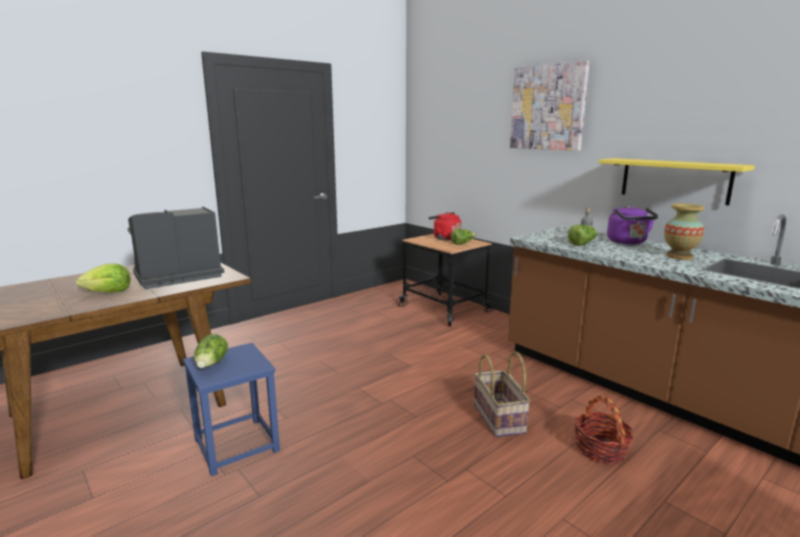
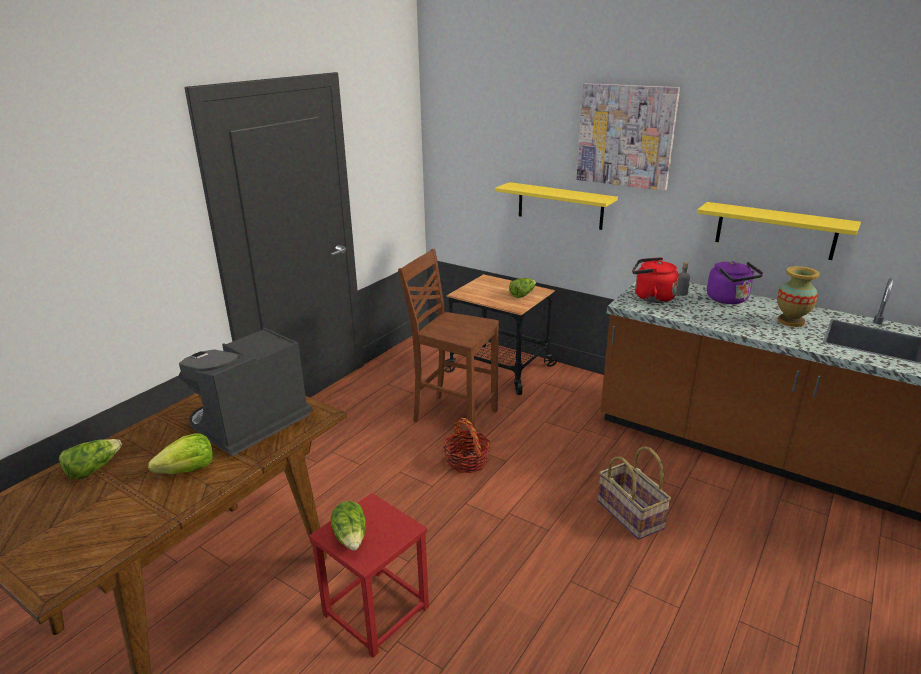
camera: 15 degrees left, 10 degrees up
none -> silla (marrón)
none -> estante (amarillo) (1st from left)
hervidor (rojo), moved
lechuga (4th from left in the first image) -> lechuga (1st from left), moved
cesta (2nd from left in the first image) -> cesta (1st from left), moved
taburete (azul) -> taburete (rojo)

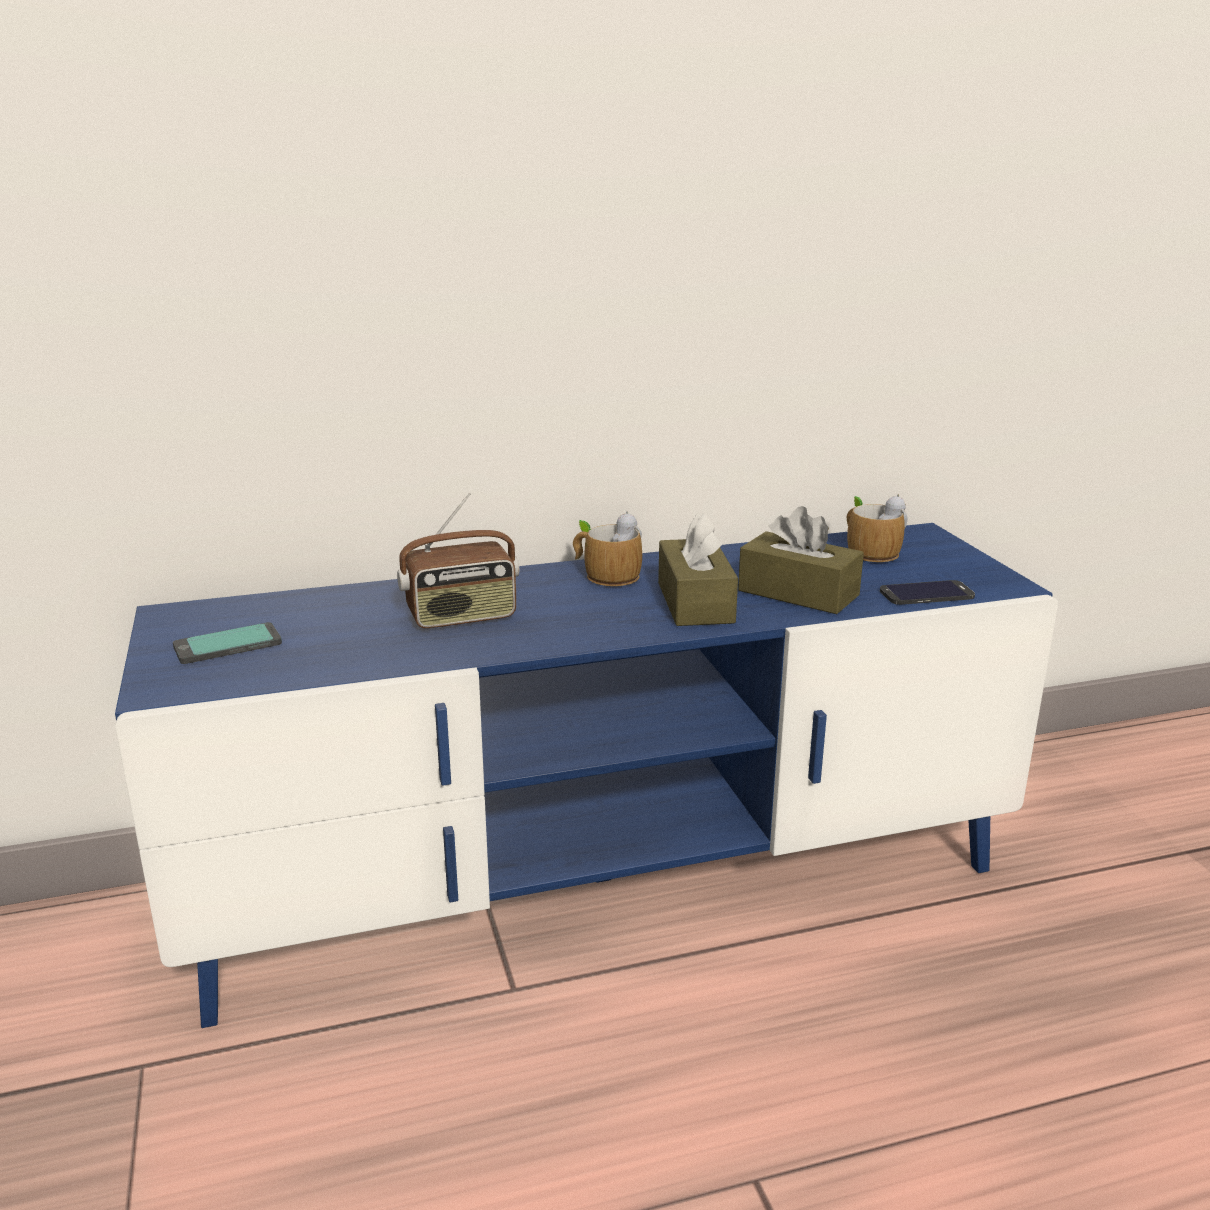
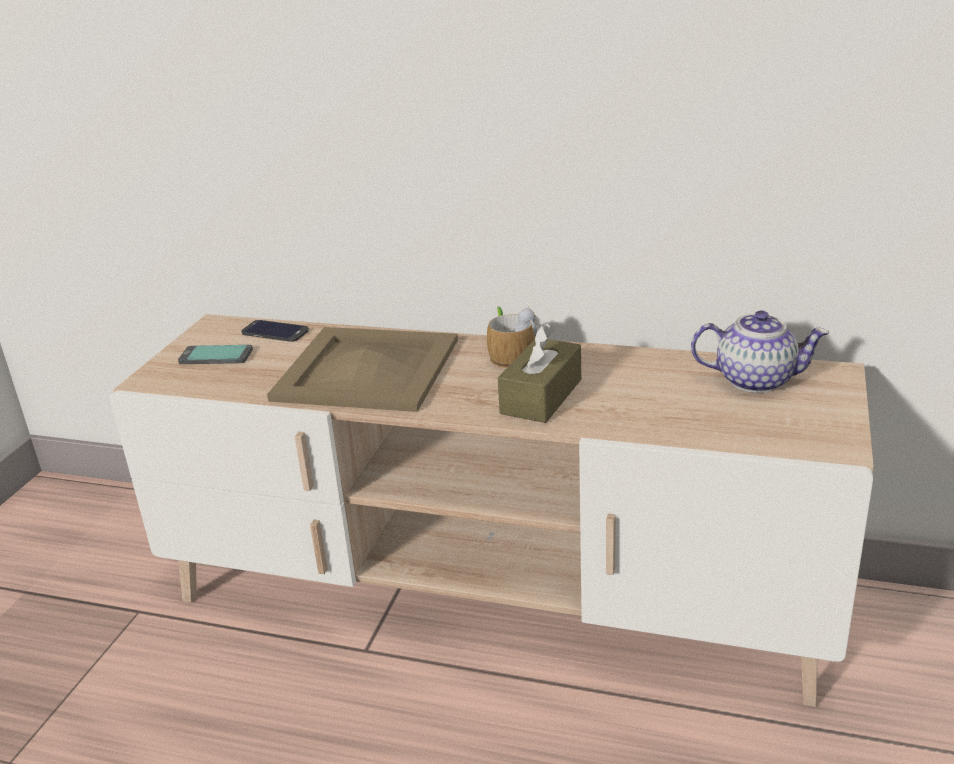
camera: 35 degrees right, 5 degrees up
caja de pañuelos (marrón) (2nd from left) -> none
móvil (2nd from left), moved
radio -> bandeja (beis)
taza grande (2nd from left) -> tetera
mueble de televisión (azul) -> mueble de televisión (beis)

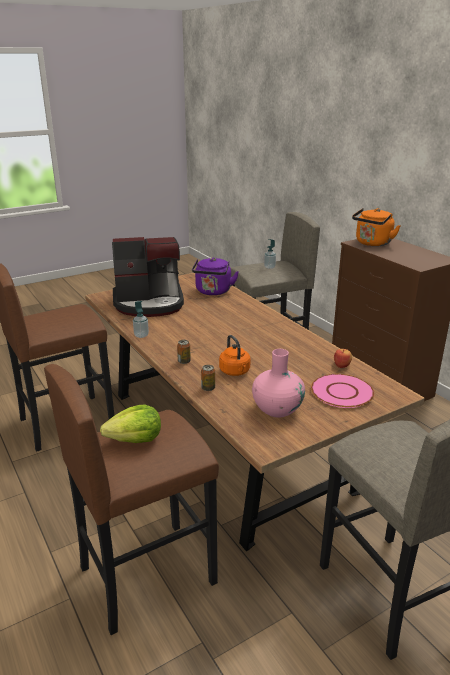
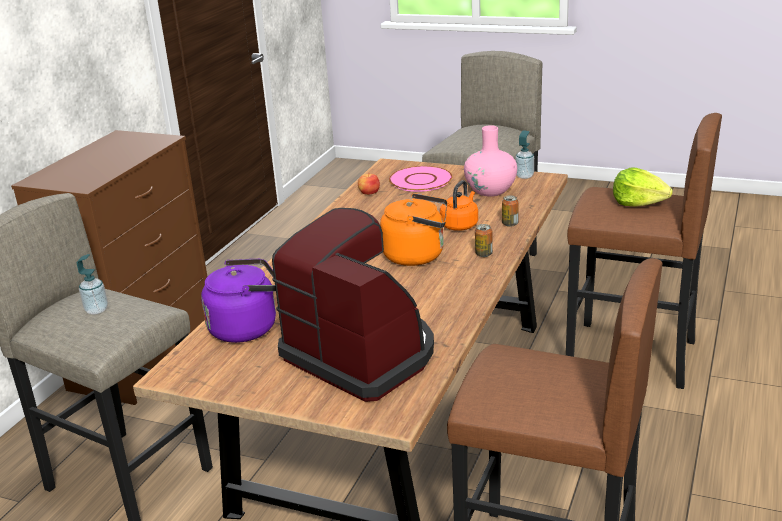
camera: 125 degrees left, 0 degrees up
dispensador de jabón (1st from left in the first image) -> dispensador de jabón (2nd from left), moved
hervidor (naranja) (2nd from left in the first image) -> hervidor (naranja) (1st from left), moved

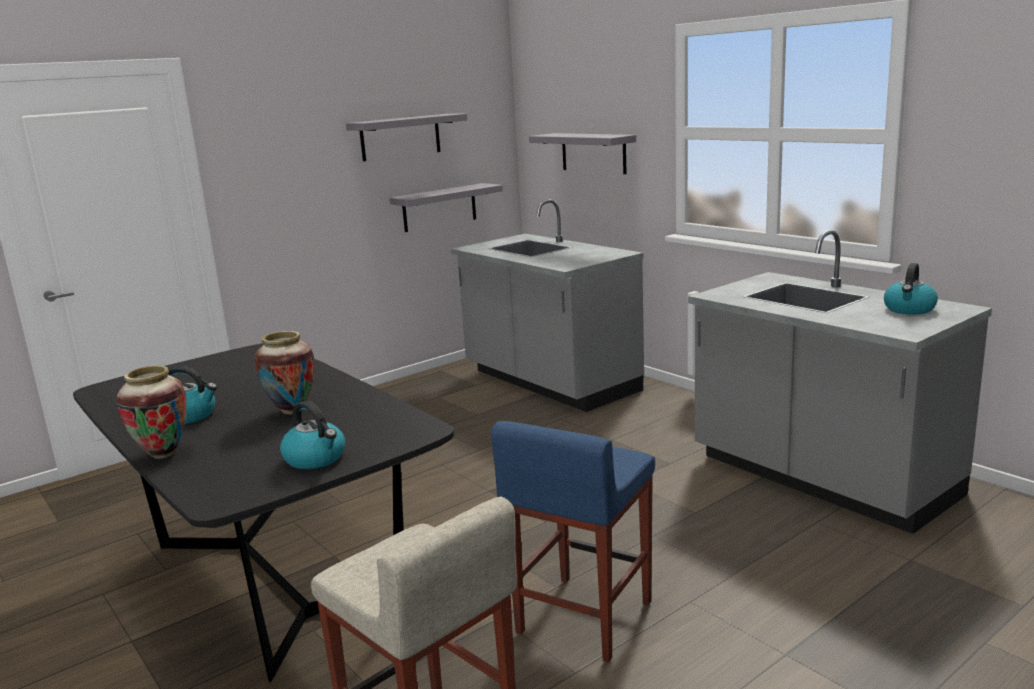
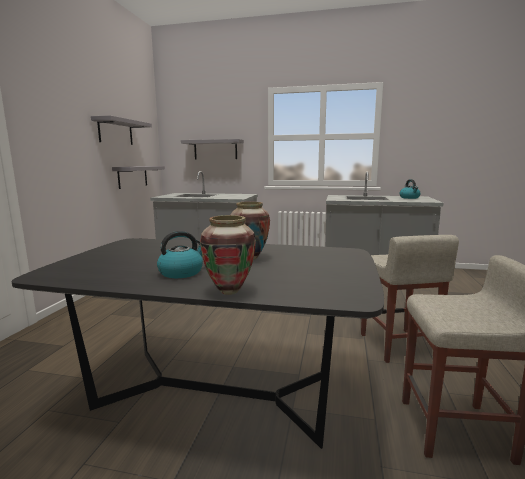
camera: 40 degrees left, 5 degrees down
hervidor (2nd from left) -> none
taburete (azul) -> taburete (beis) (1st from left)

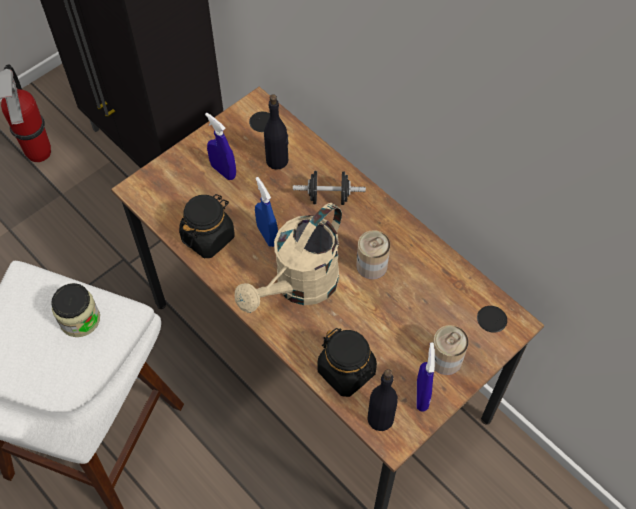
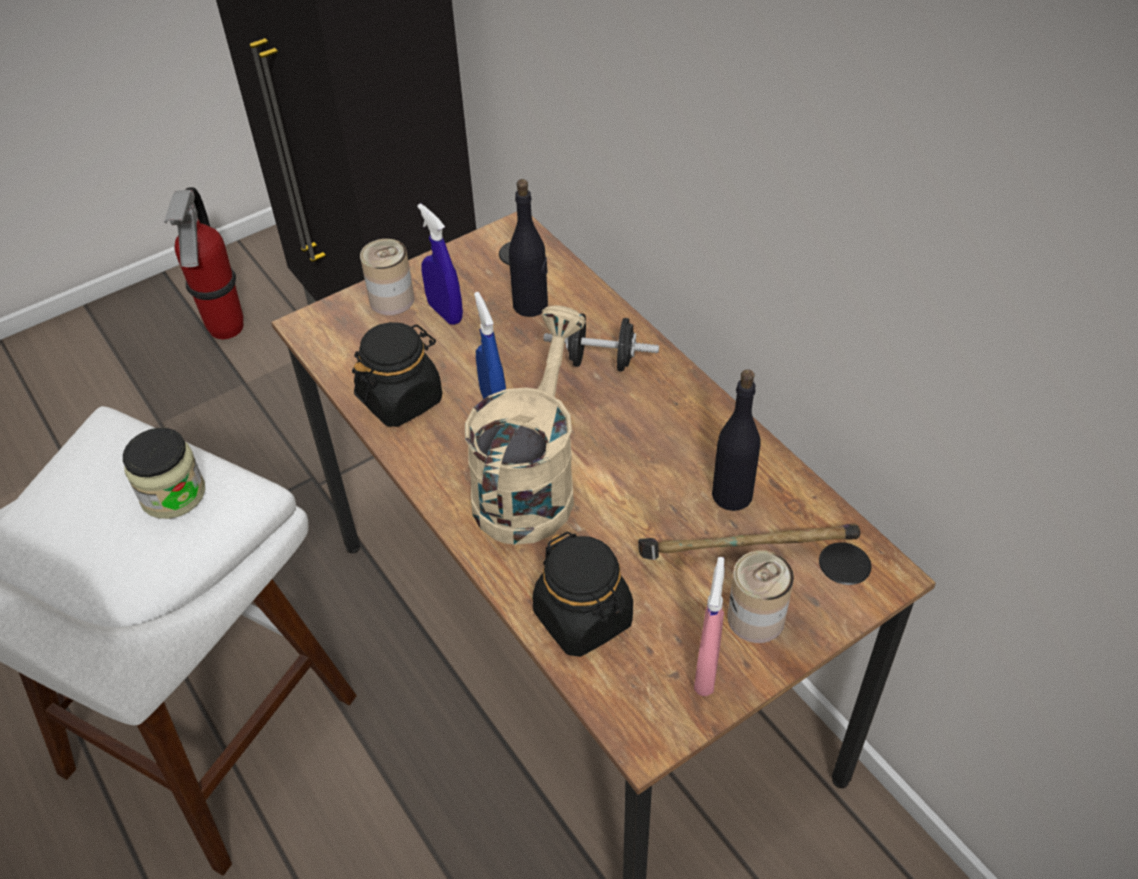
camera: 10 degrees right, 10 degrees down
none -> martillo
lata (1st from left), moved
botella (negro) (2nd from left), moved
pulverizador (azul) (3rd from left) -> pulverizador (rosa)
regadera (beis), 150 degrees clockwise

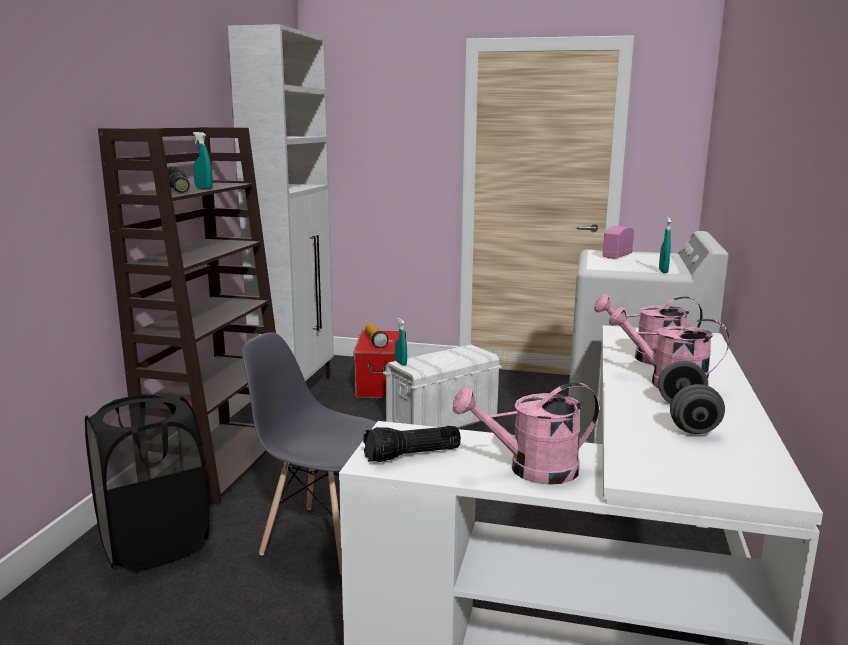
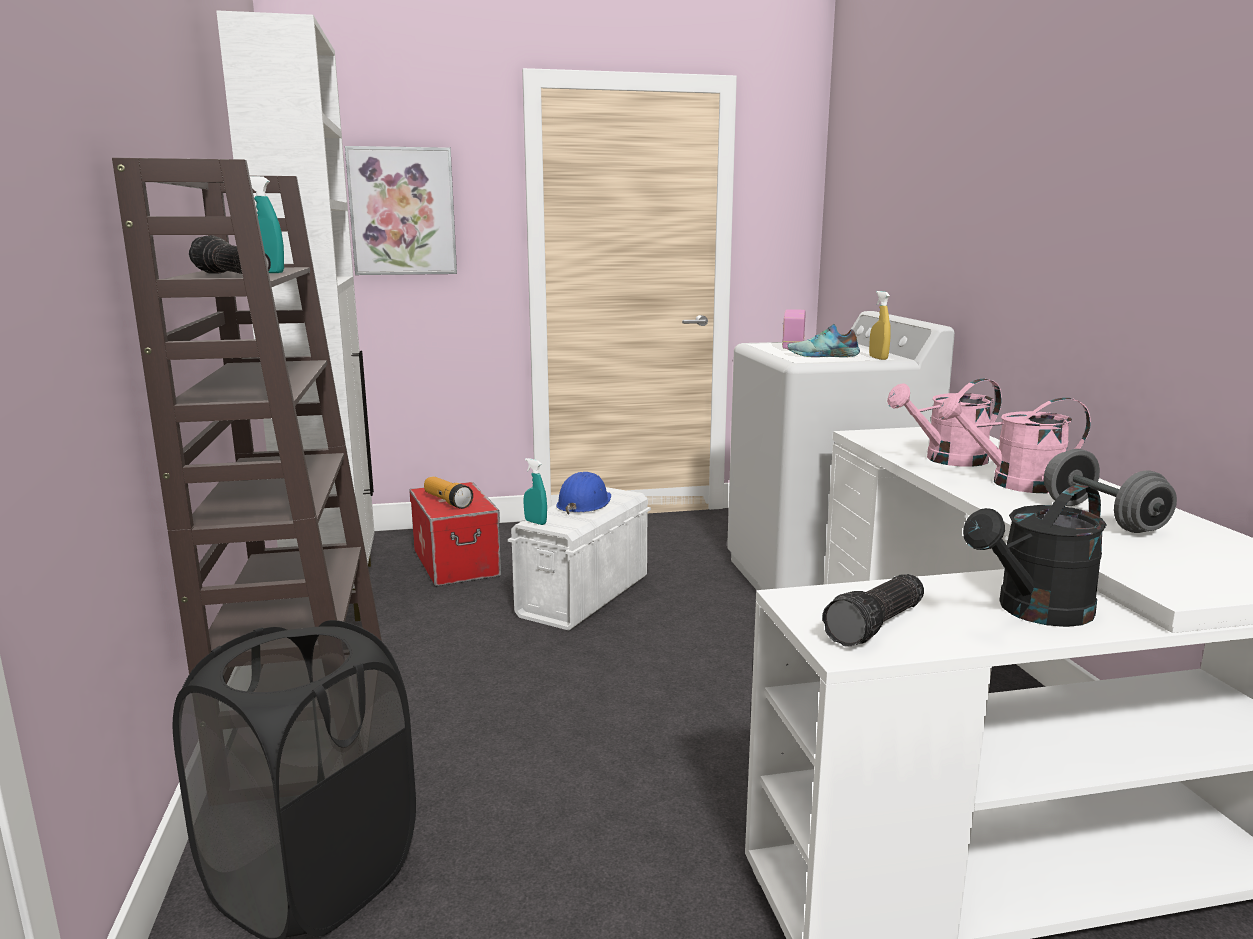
camera: 25 degrees left, 0 degrees up
silla (gris) -> none
none -> cuadro
none -> casco (azul)
none -> zapato
regadera (rosa) (1st from left) -> regadera (negro)
pulverizador (turquesa) (3rd from left) -> pulverizador (amarillo)

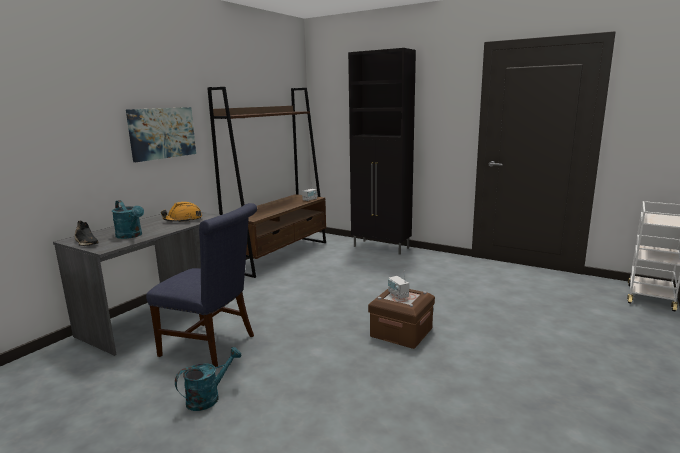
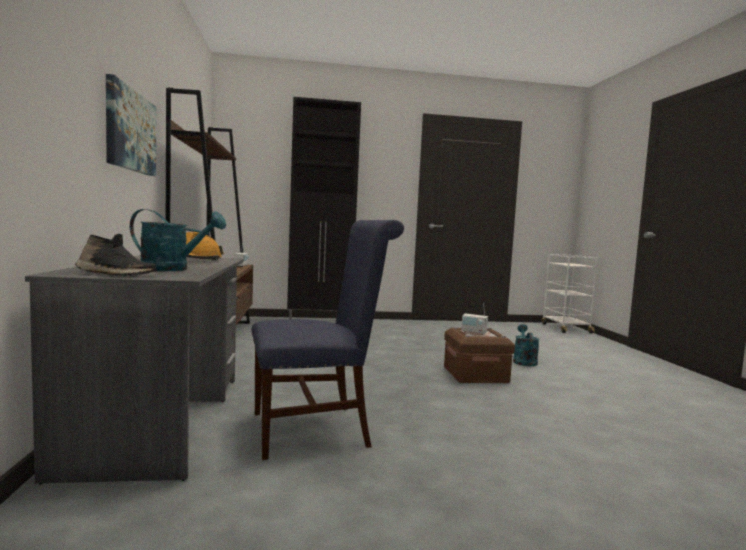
camera: 40 degrees left, 10 degrees down
regadera (turquesa) (2nd from left), moved

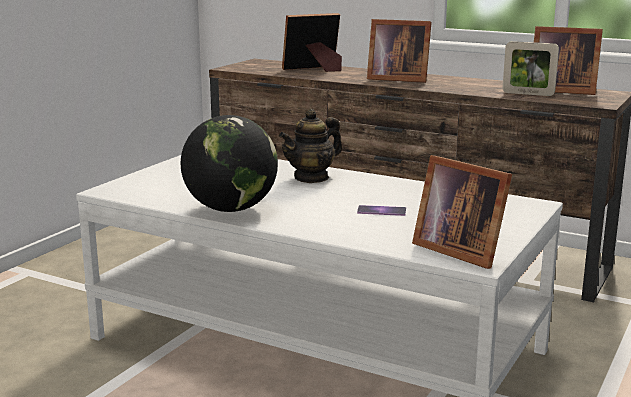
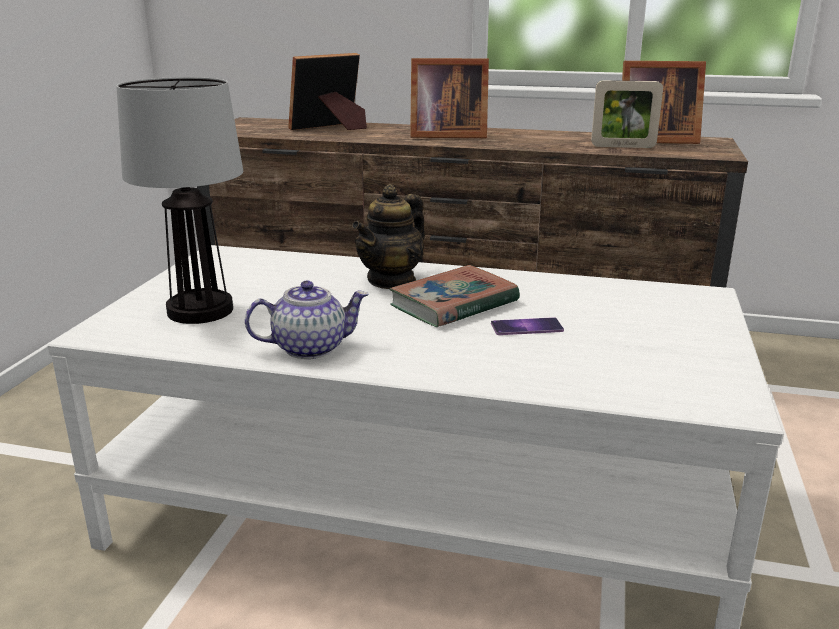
camera: 15 degrees left, 5 degrees up
portarretratos (3rd from left) -> none
none -> lámpara de mesa
none -> libro
globo terráqueo -> tetera (1st from left)

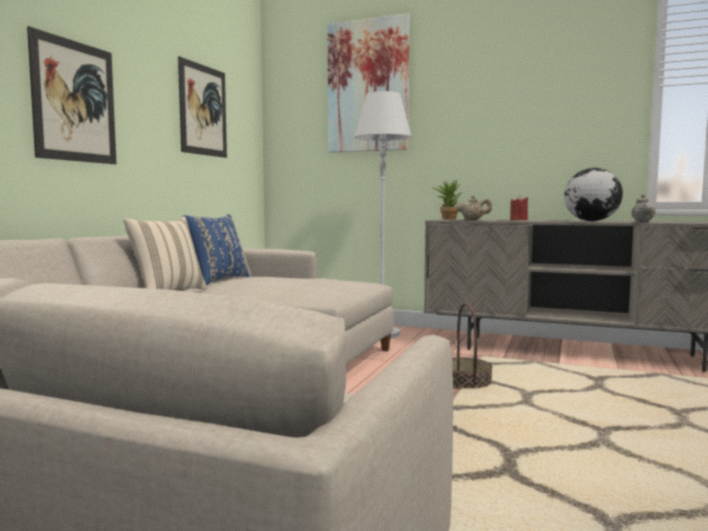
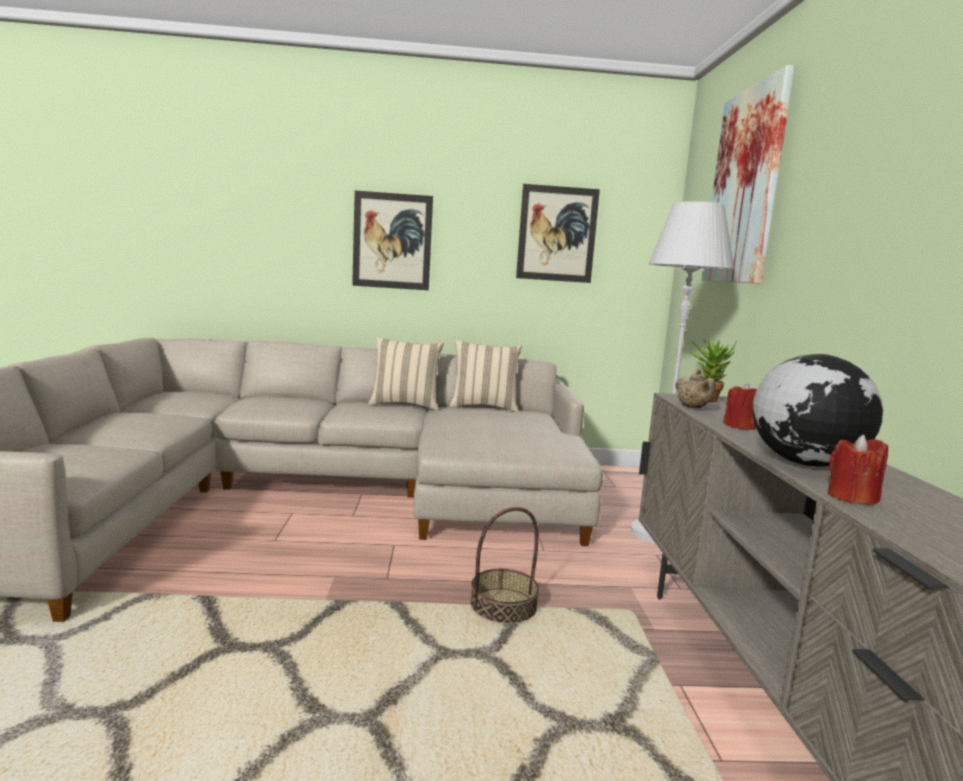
camera: 65 degrees right, 5 degrees up
tetera (beis) (2nd from left) -> vela (rojo) (2nd from left)
cojín (azul) -> cojín (beis) (2nd from left)

